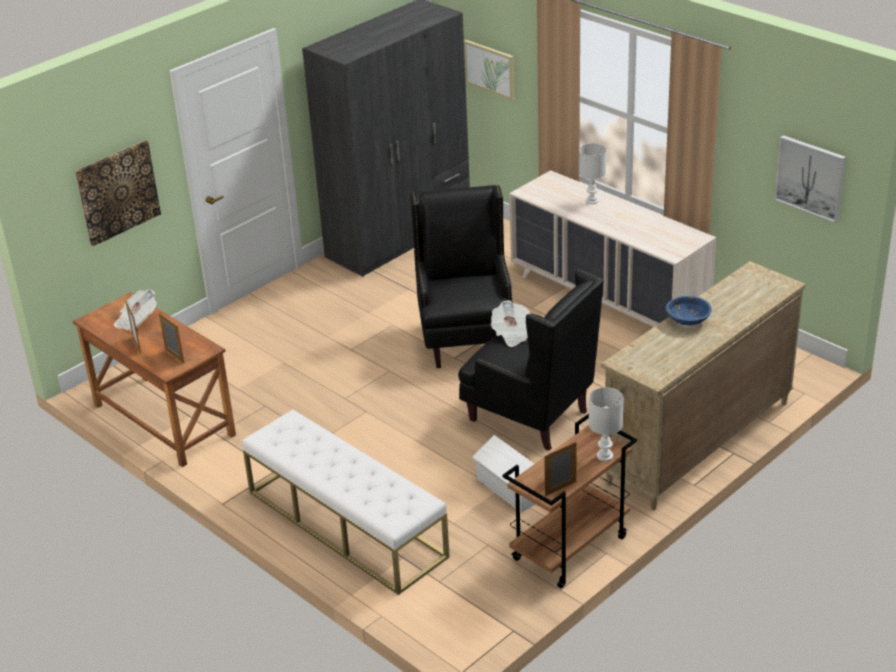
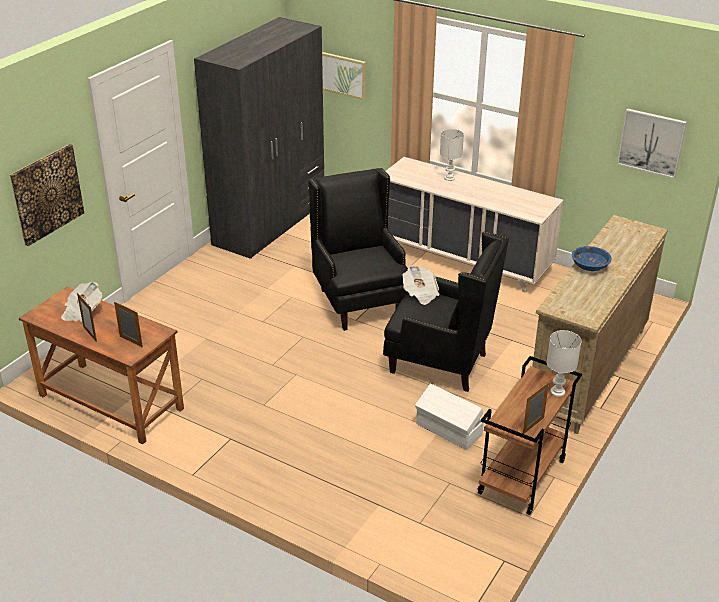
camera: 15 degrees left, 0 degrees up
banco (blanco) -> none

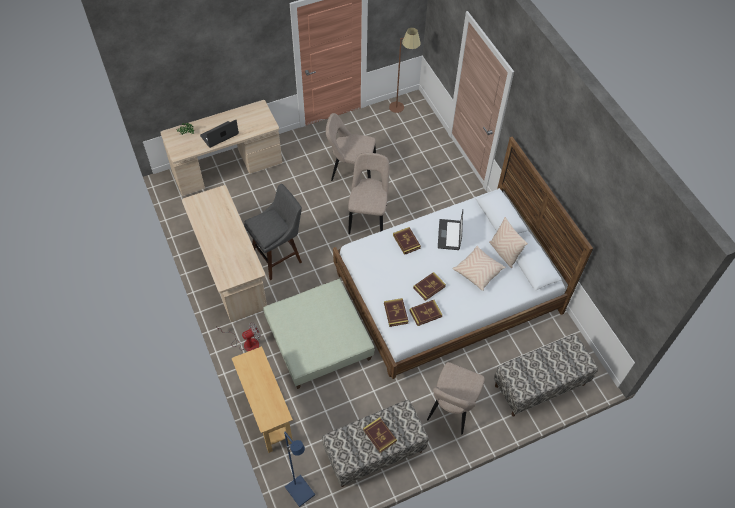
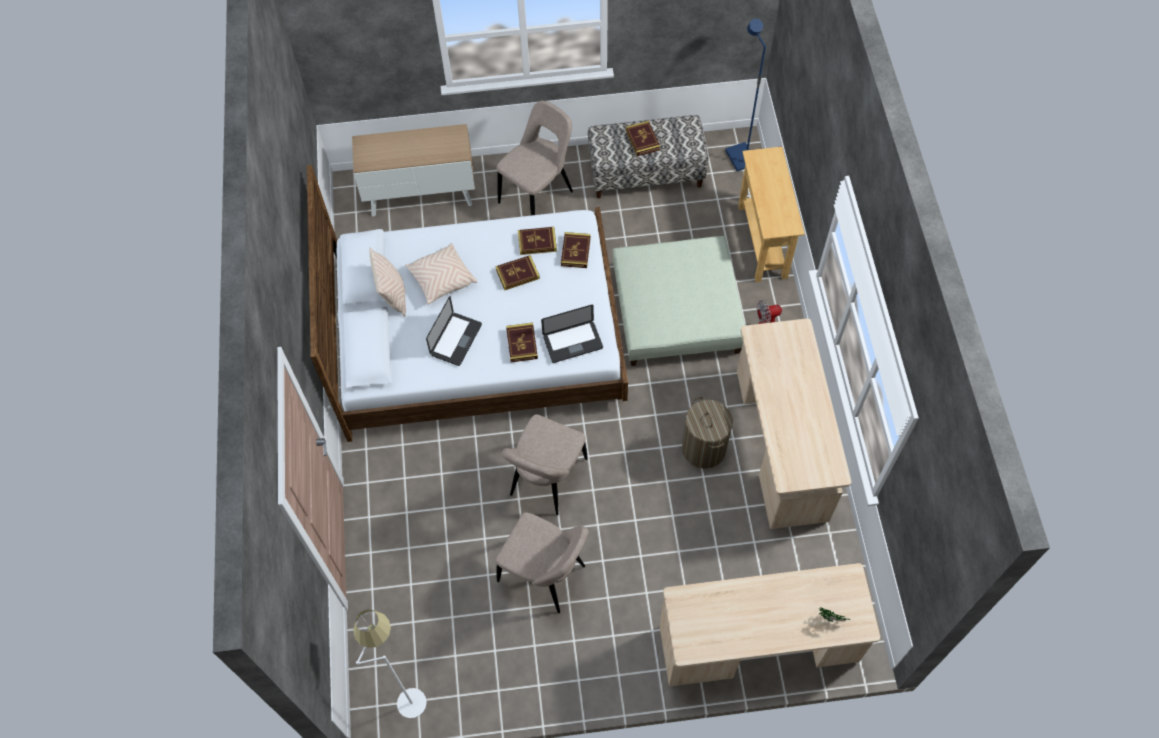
camera: 160 degrees left, 5 degrees up
portátil (1st from left in the first image) -> portátil (2nd from left), moved
taburete (gris) -> cesto de la ropa
banco (2nd from left) -> armario
lámpara de pie (marrón) -> lámpara de pie (blanco)

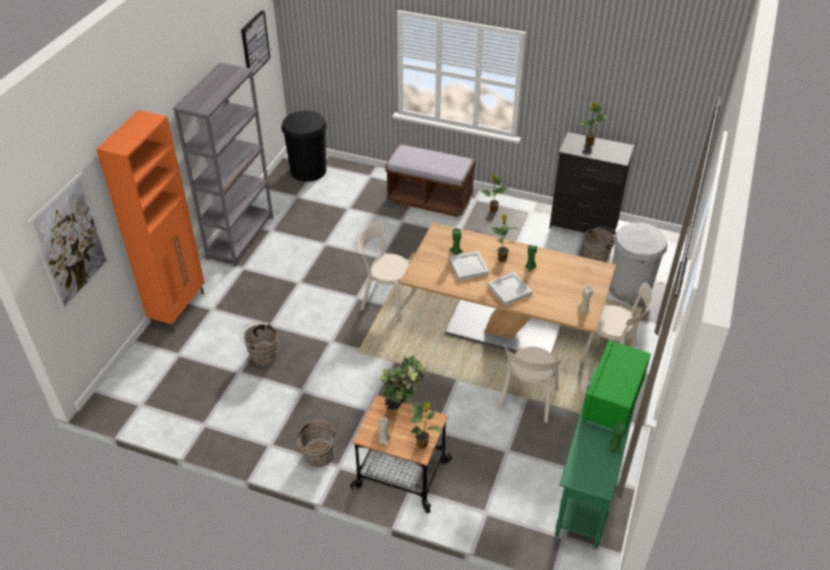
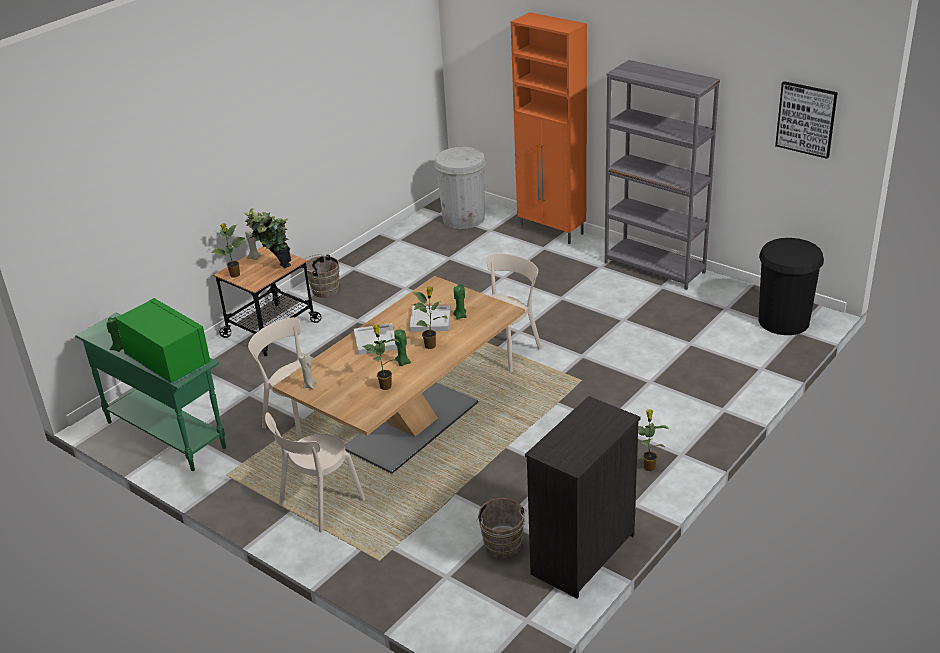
camera: 110 degrees right, 10 degrees down
cuadro (1st from left) -> none
cubo (marrón) (1st from left) -> none
banco (marrón) -> none
planta en maceta (5th from left in the first image) -> planta en maceta (3rd from left), moved
papelera (blanco), moved

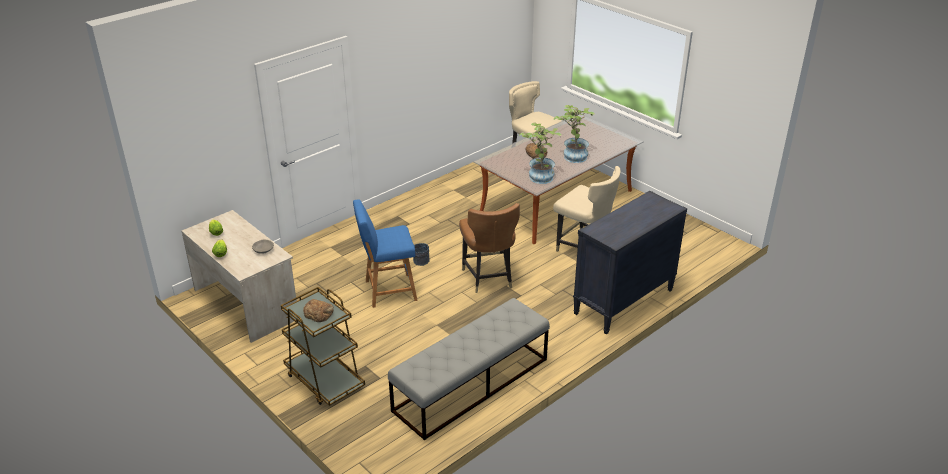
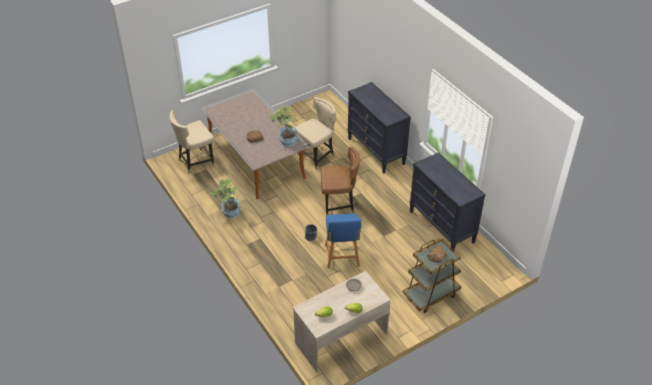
camera: 80 degrees left, 10 degrees up
planta en maceta (2nd from left in the first image) -> planta en maceta (1st from left), moved
banco (gris) -> cómoda (negro) (2nd from left)

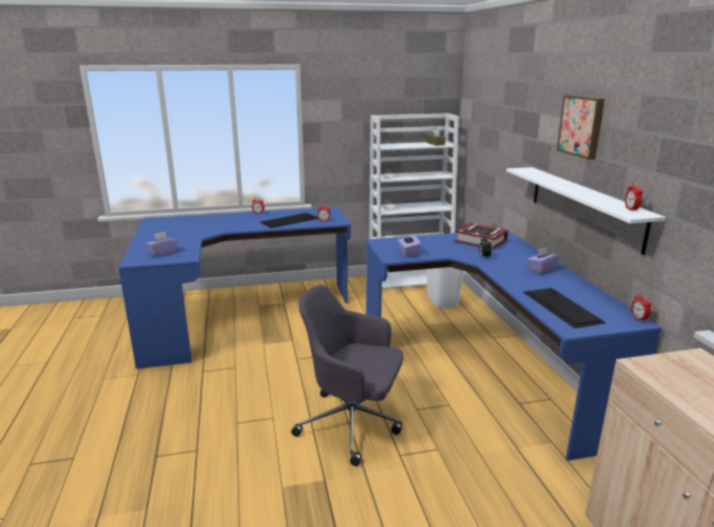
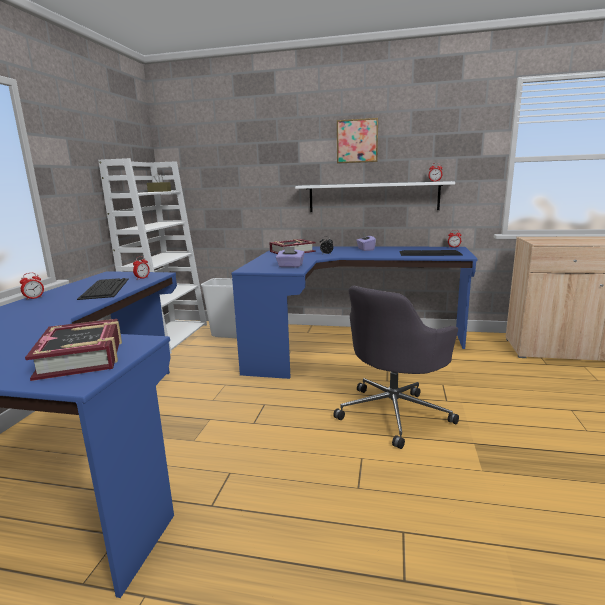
camera: 65 degrees left, 5 degrees down
caja de pañuelos (morado) (1st from left) -> libro (1st from left)

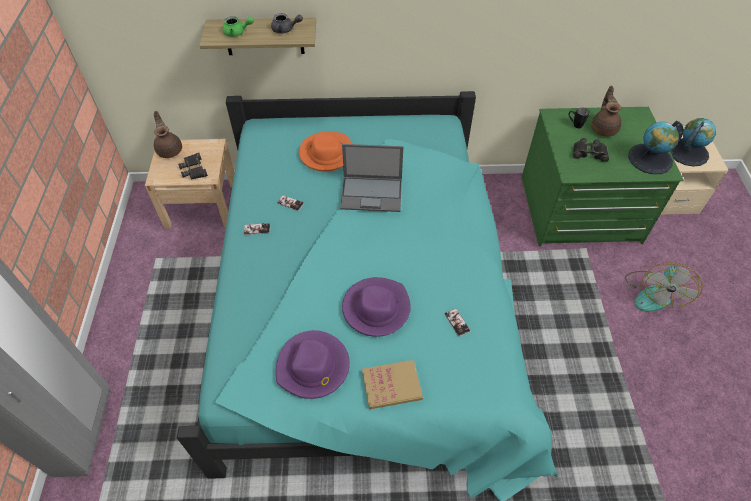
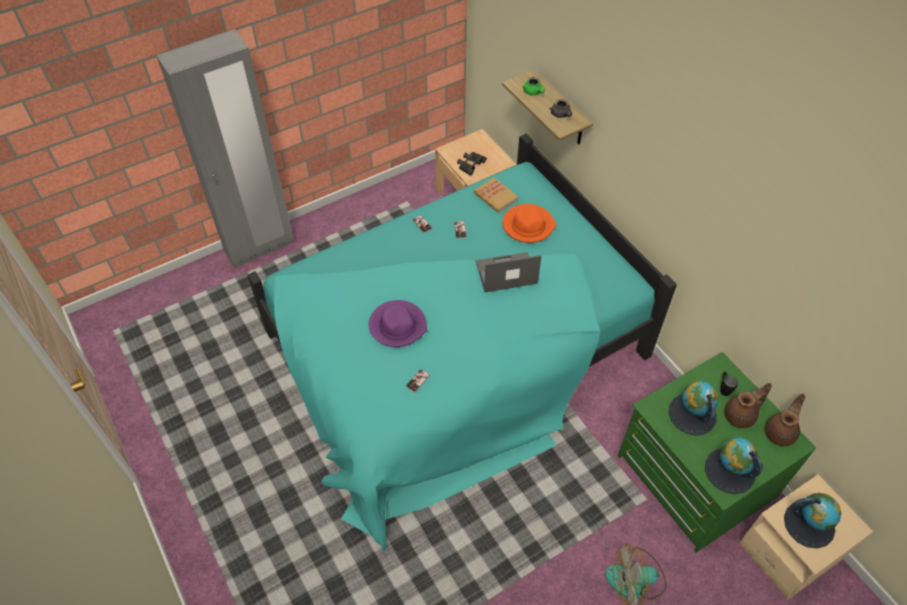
camera: 60 degrees right, 0 degrees up
sombrero (morado) (1st from left) -> none
tetera (marrón) (1st from left in the first image) -> tetera (marrón) (2nd from left), moved
libro, moved
prismáticos (negro) (2nd from left) -> globo terráqueo (1st from left)
portátil, 105 degrees clockwise

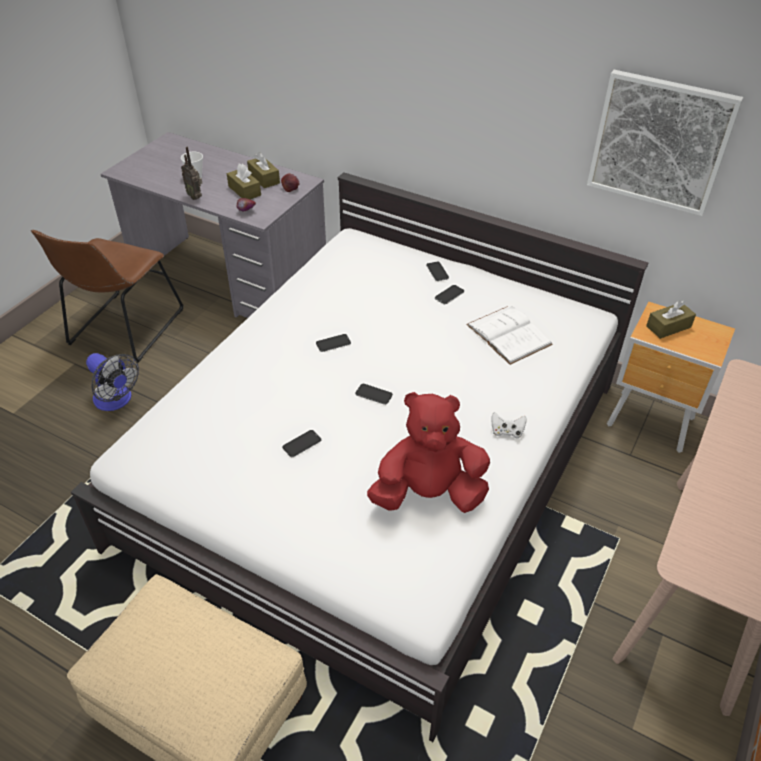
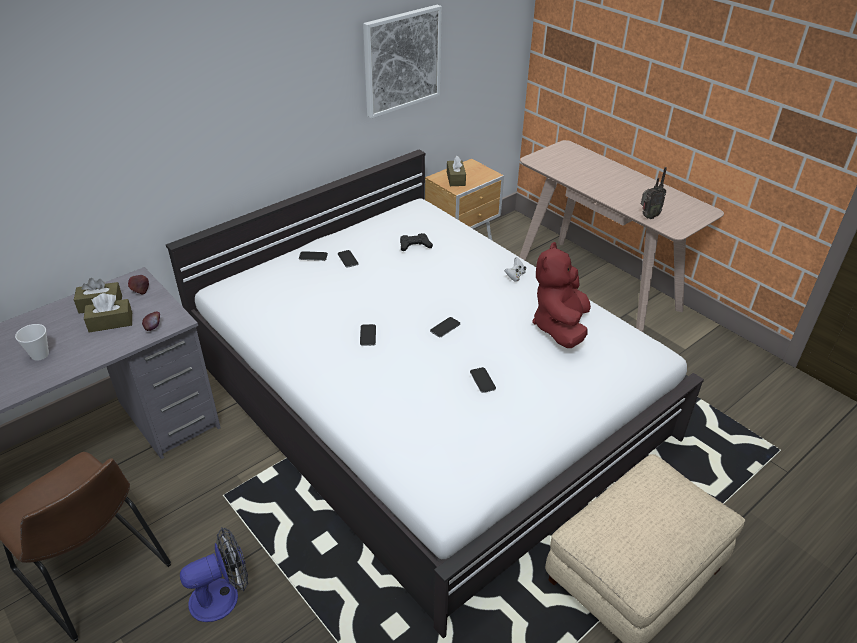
camera: 70 degrees left, 5 degrees down
radio, moved
libro (blanco) -> mando de consola (negro)

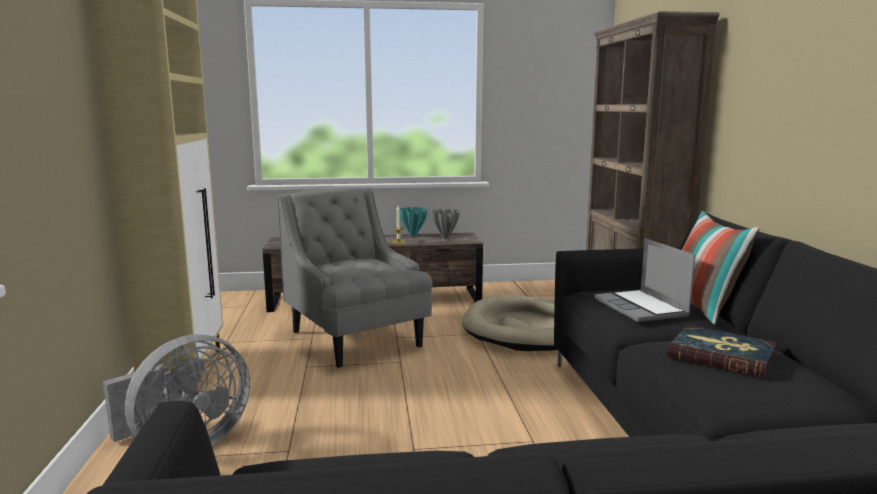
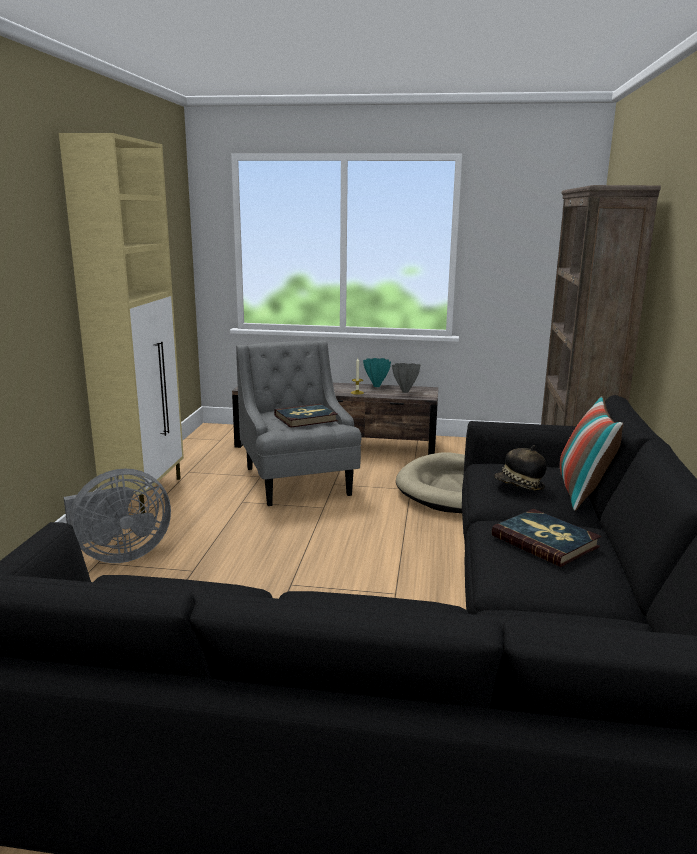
camera: 15 degrees right, 5 degrees up
none -> libro (1st from left)
portátil -> sombrero

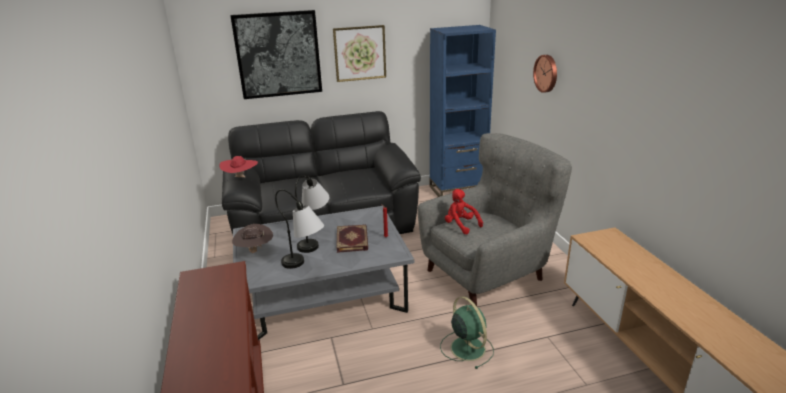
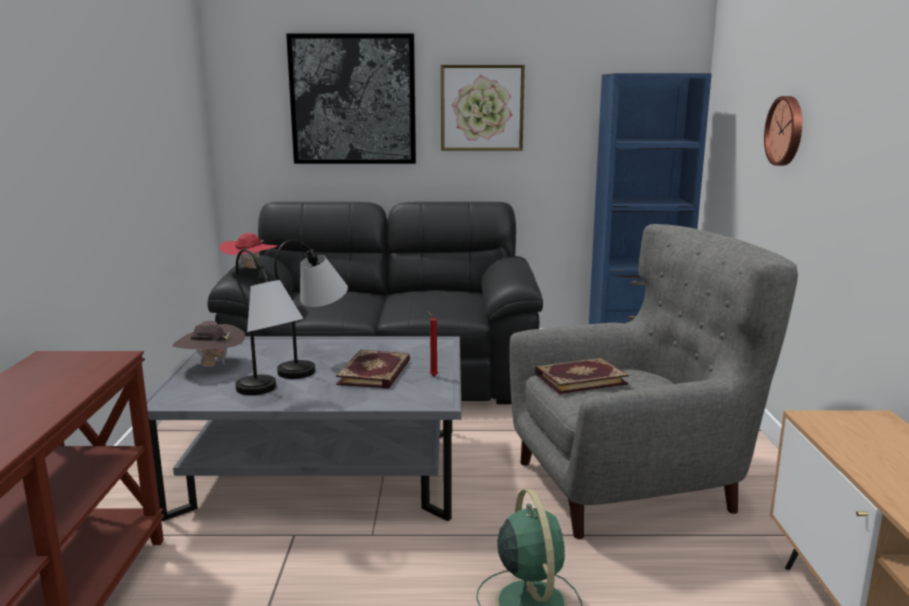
camera: 15 degrees right, 10 degrees down
peluche (rojo) -> libro (2nd from left)

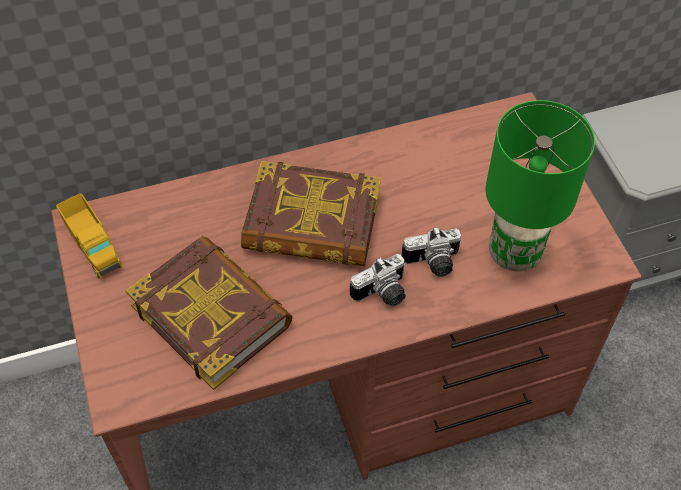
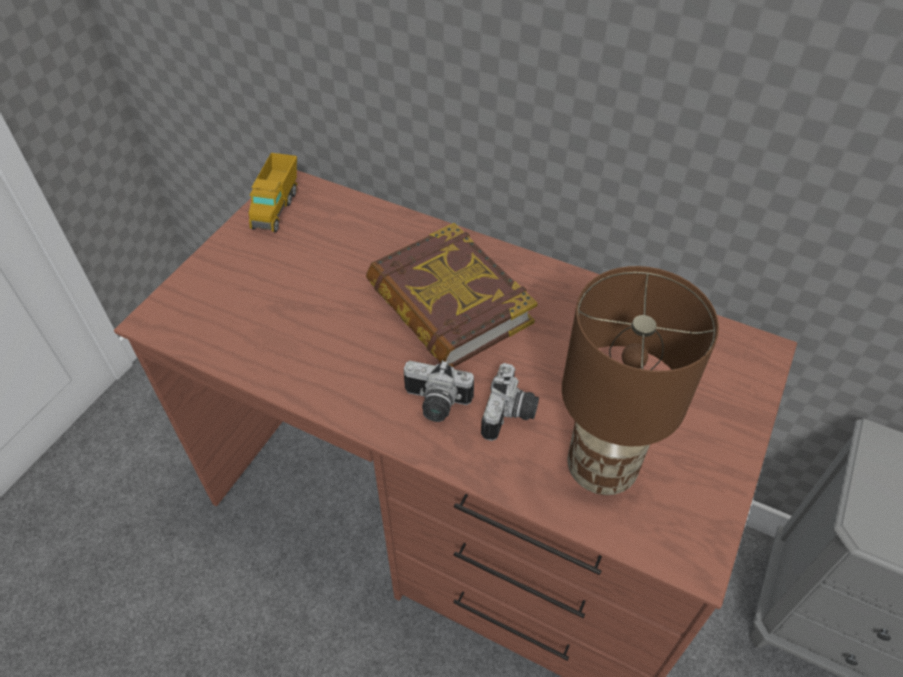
camera: 45 degrees right, 5 degrees down
libro (1st from left) -> none
lámpara de mesa (verde) -> lámpara de mesa (marrón)
cámara (2nd from left), 105 degrees counterclockwise

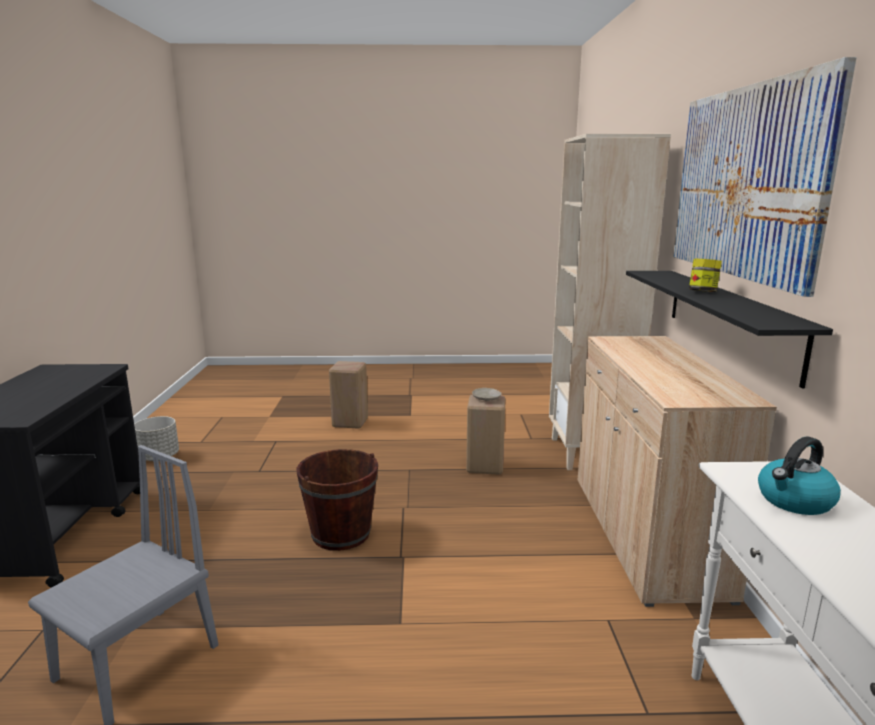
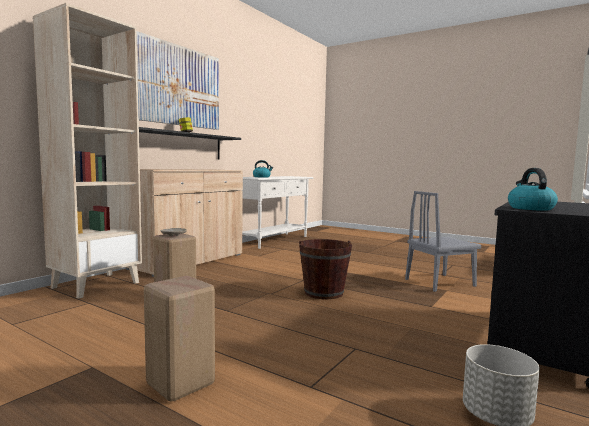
camera: 145 degrees left, 10 degrees down
none -> hervidor (2nd from left)

